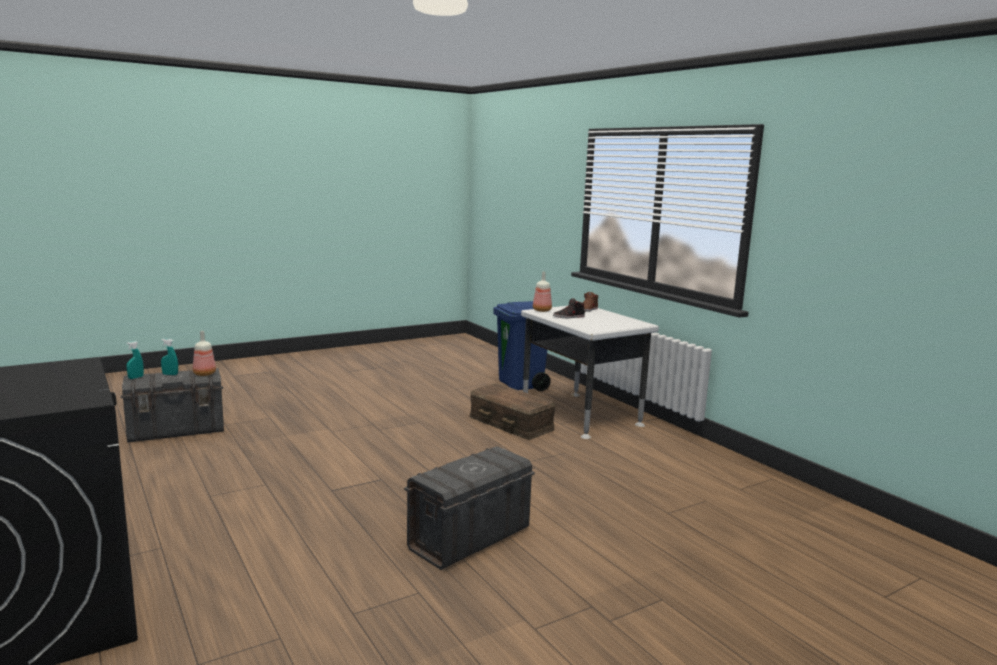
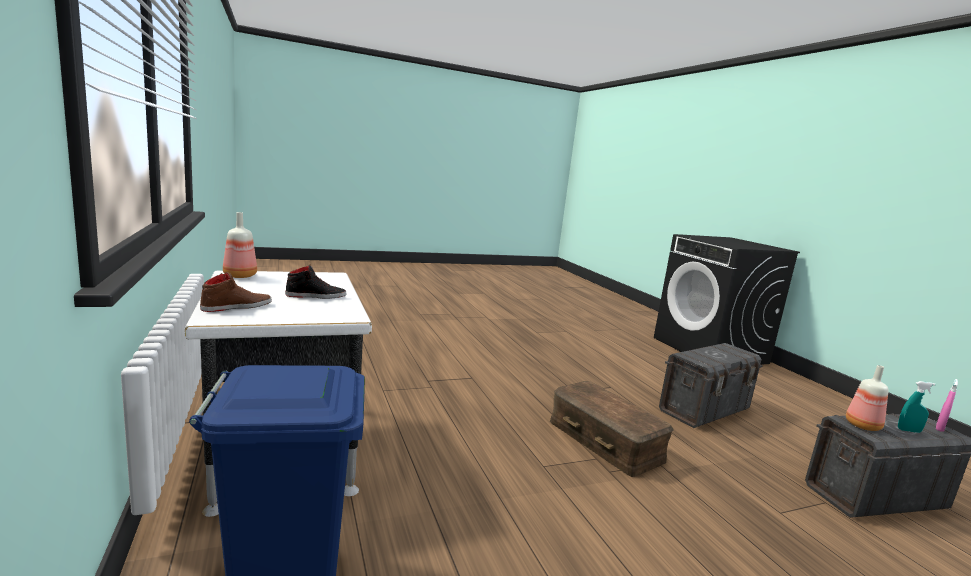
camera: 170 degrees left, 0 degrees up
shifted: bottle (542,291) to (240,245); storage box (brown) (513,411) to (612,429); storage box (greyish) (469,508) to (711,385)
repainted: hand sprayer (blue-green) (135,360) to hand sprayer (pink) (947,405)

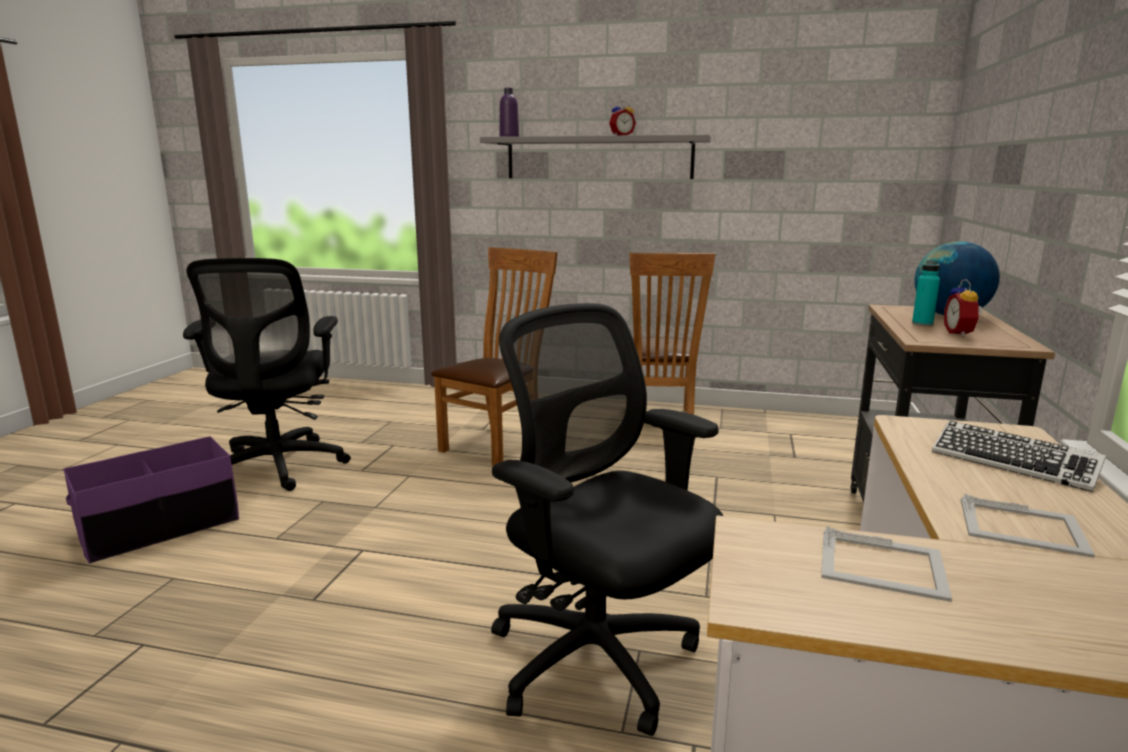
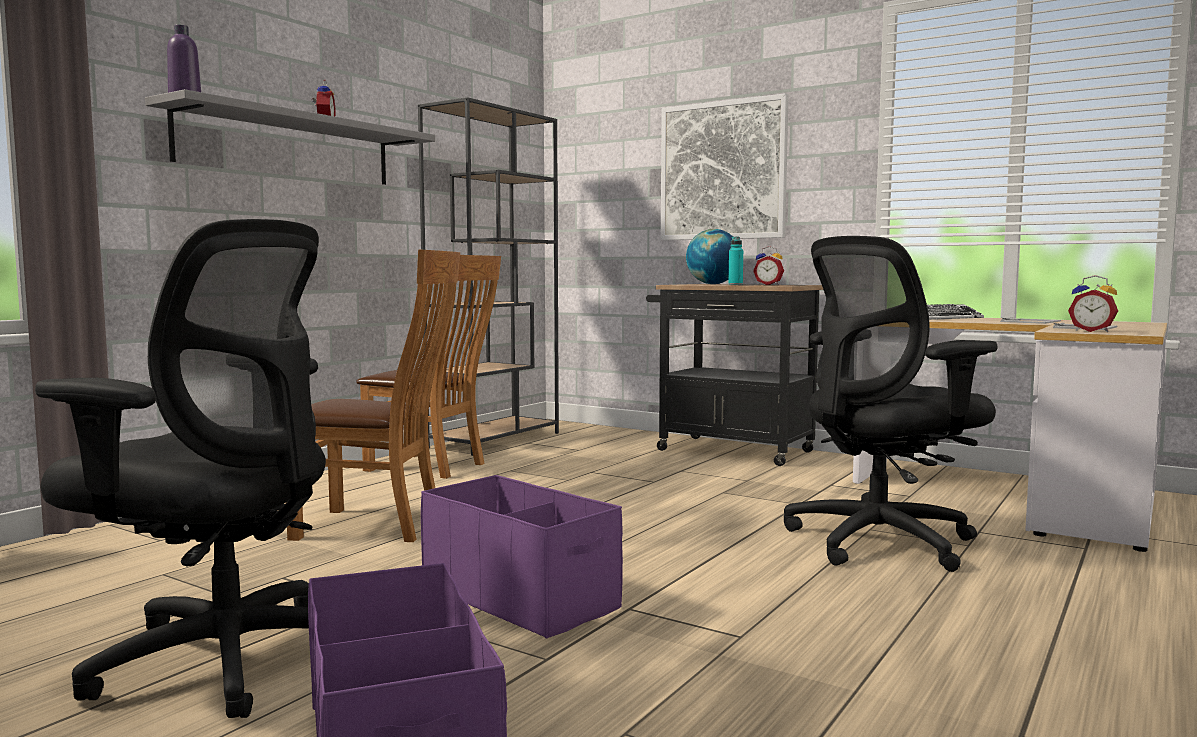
camera: 70 degrees left, 10 degrees down
new: wall picture (725,166); bookshelf (488,276); table clock (1093,303); storage box (purple) (522,557)
rotated: plain chair (brown) (494,356) = (373,395) 135 degrees clockwise

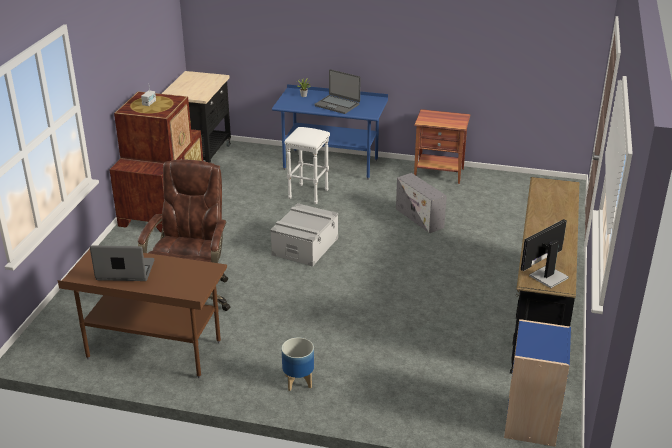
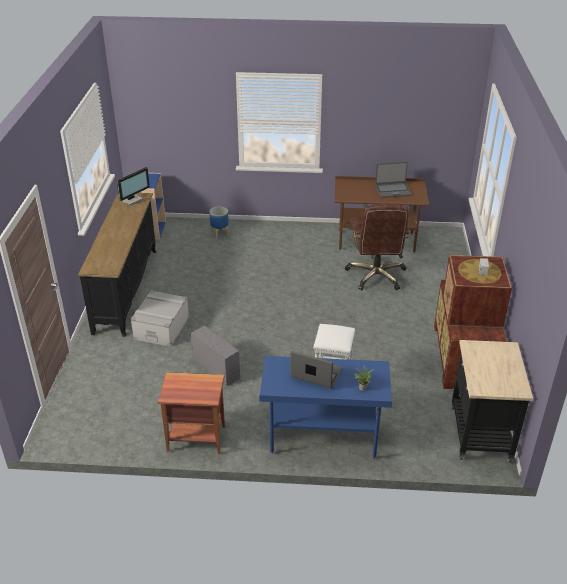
camera: 170 degrees right, 5 degrees up
shifted: storage box (greyish) (304,235) to (160,319); plant pot (298,364) to (219,222)

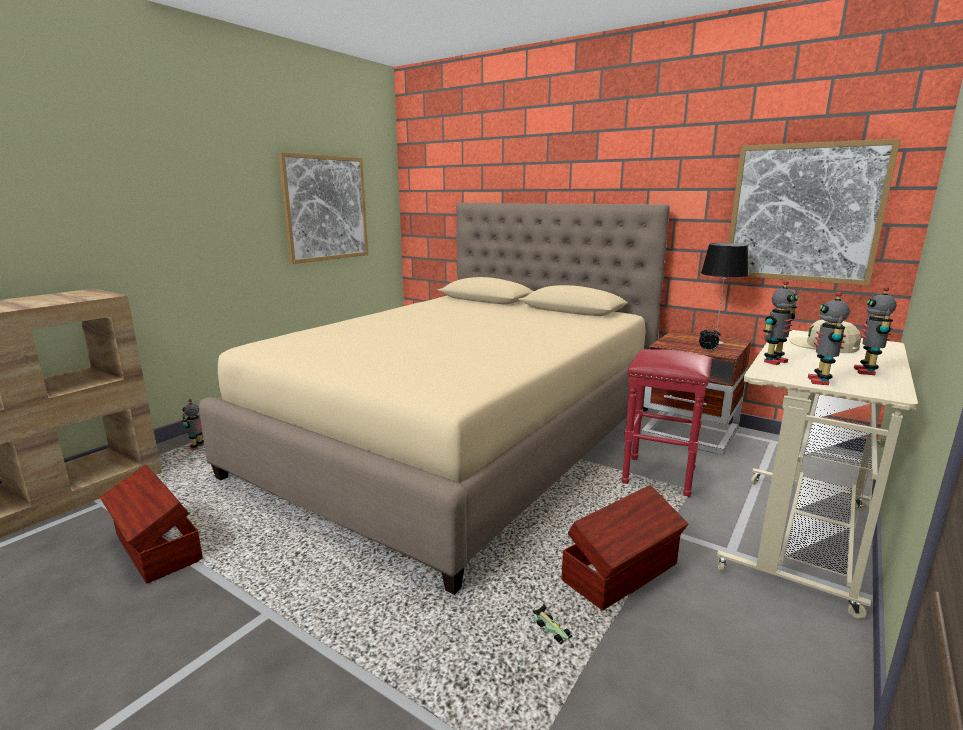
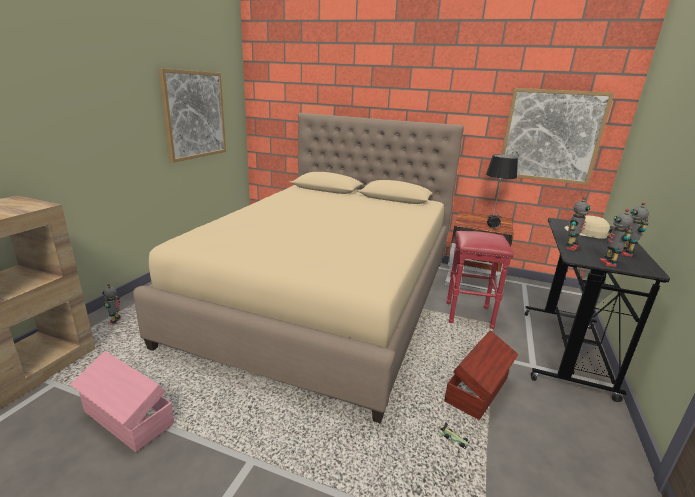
camera: 15 degrees left, 5 degrees up
repainted: desk unit (sand-coloured) (817,474) to desk unit (black-coloured) (597,310); storage box (brown) (151,524) to storage box (pink) (122,401)

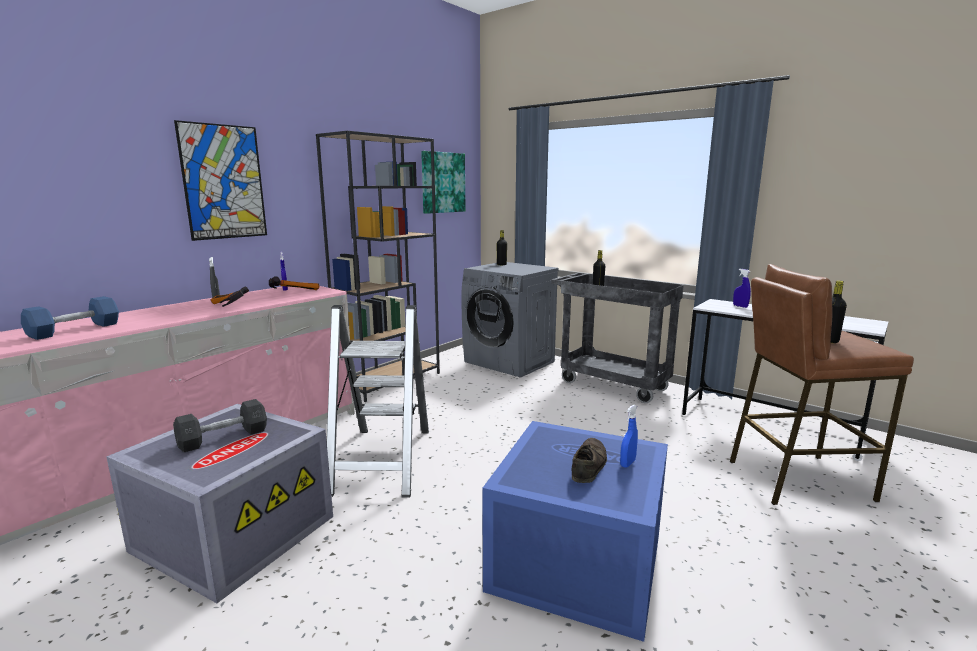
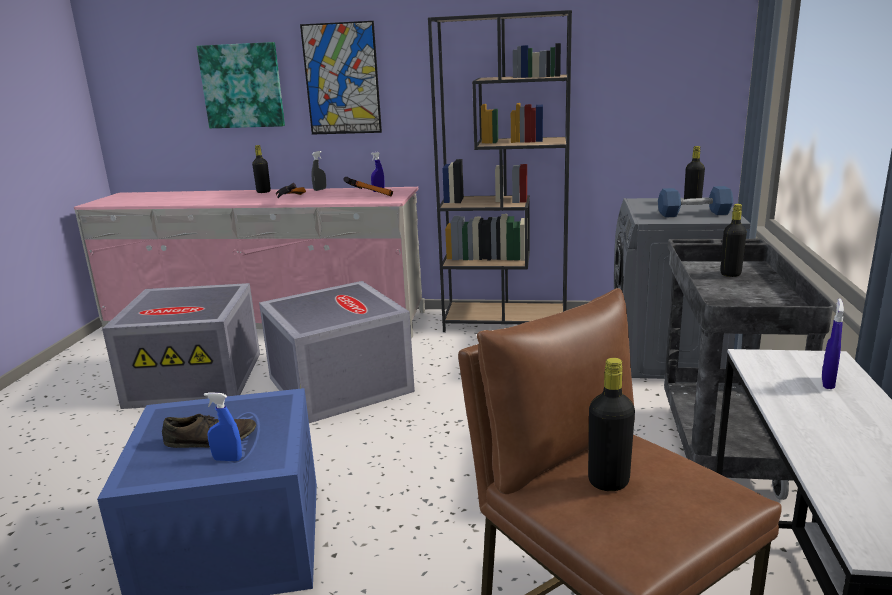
camera: 60 degrees right, 5 degrees up
gone: hand weight (greyish) (220,425)
new: bottle (black-coloured) (261,169)
shifted: wall picture (443,182) to (241,85); hand weight (bluish) (70,318) to (695,201)
swapped: stepladder (greyish) (378,401) to storage box (greyish) (337,352)

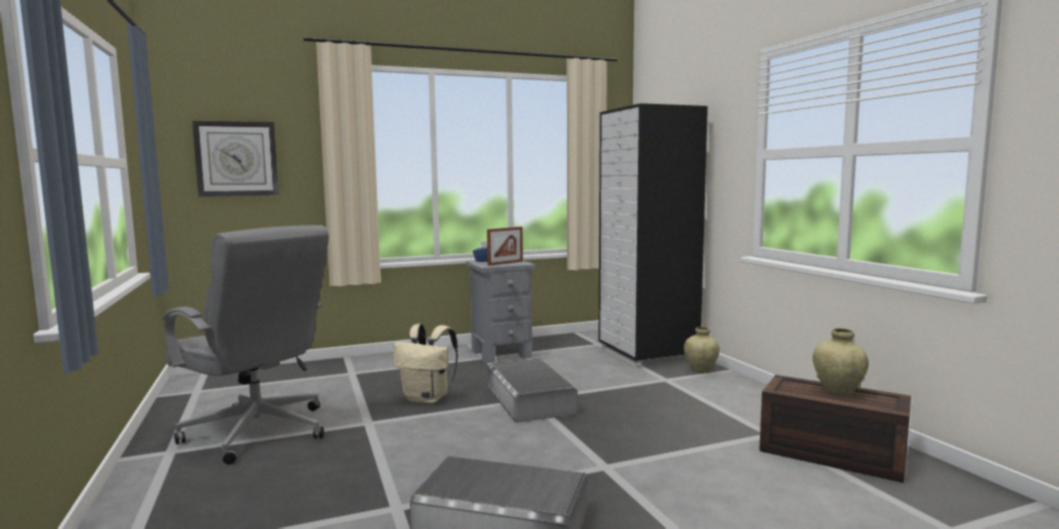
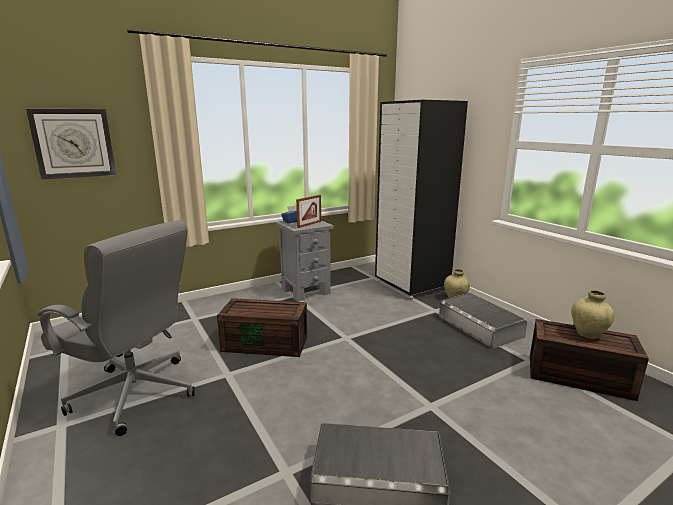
camera: 10 degrees left, 10 degrees up
shifted: storage box (greyish) (533,391) to (483,321)
swapped: backpack (sand-coloured) (425,364) to storage box (brown) (262,327)

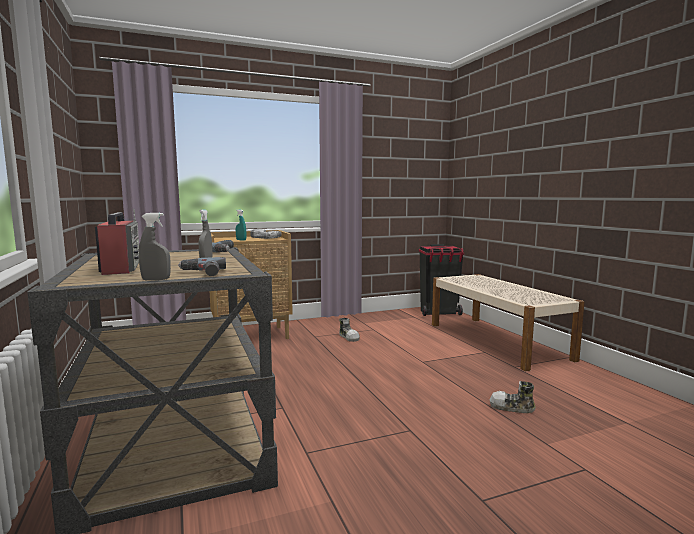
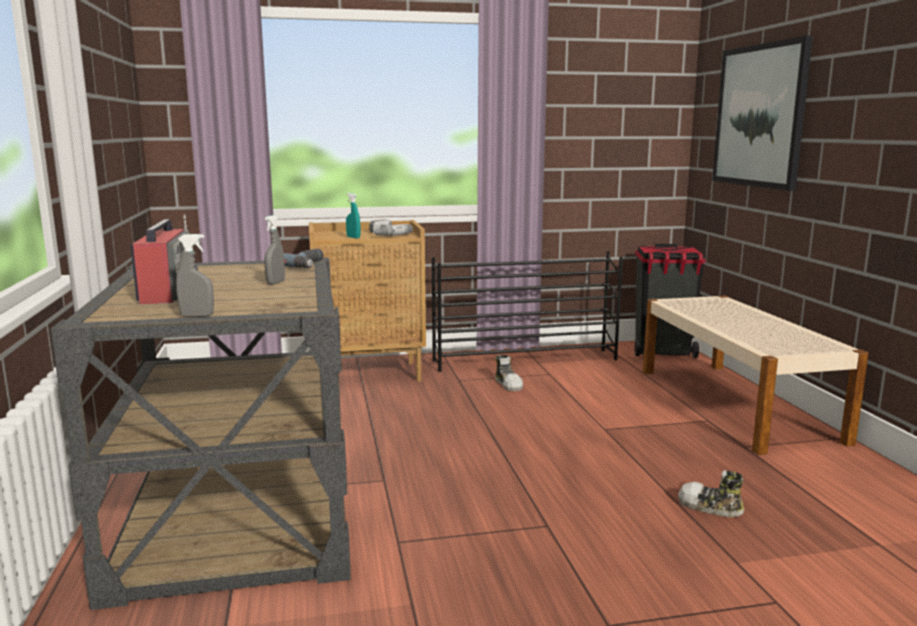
camera: 10 degrees right, 5 degrees up
gone: drill (202,266)
new: wall picture (762,113); shoe stand (black-coloured) (527,311)

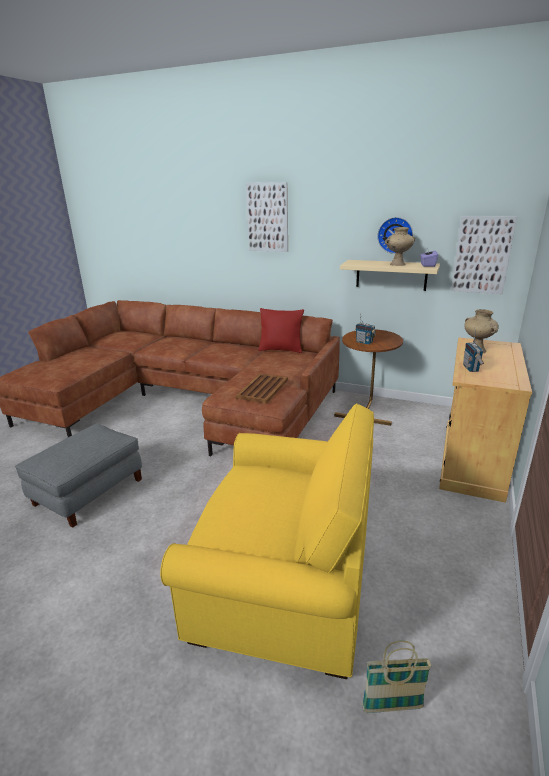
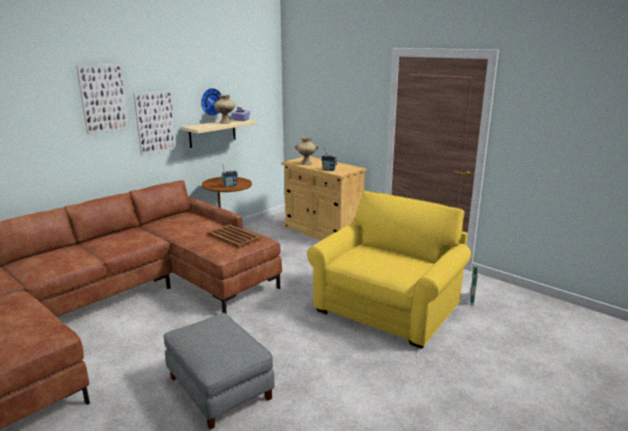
camera: 70 degrees left, 5 degrees down
gone: cushion (red-coloured) (281,330)
shifted: wall picture (484,255) to (155,123)

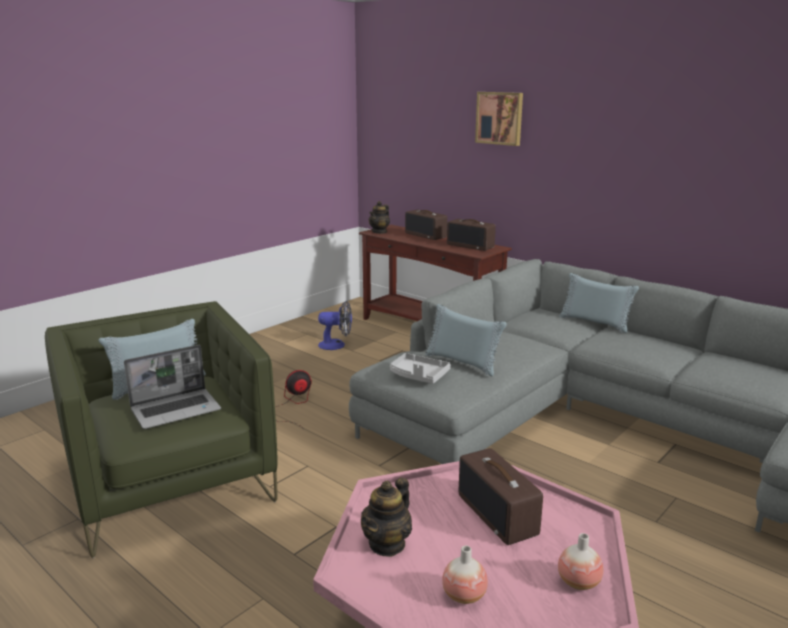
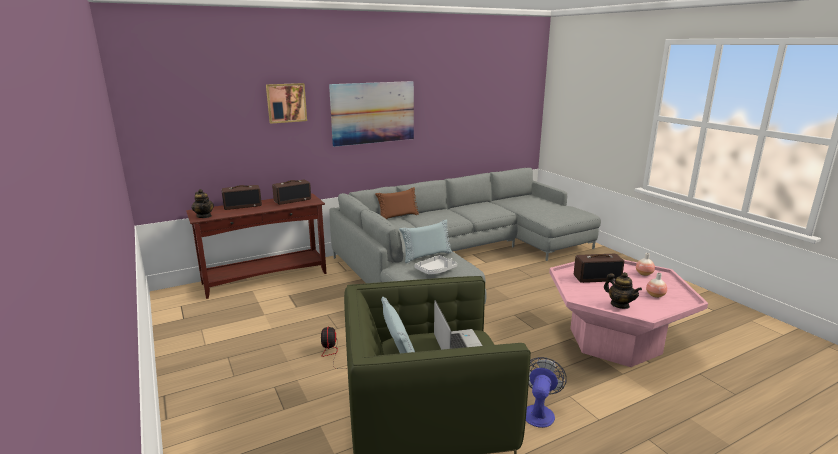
camera: 70 degrees left, 0 degrees up
new: wall picture (371,114)
shifted: cooling fan (335,325) to (546,392)
repainted: cushion (bluish) (599,303) to cushion (brown) (397,203)

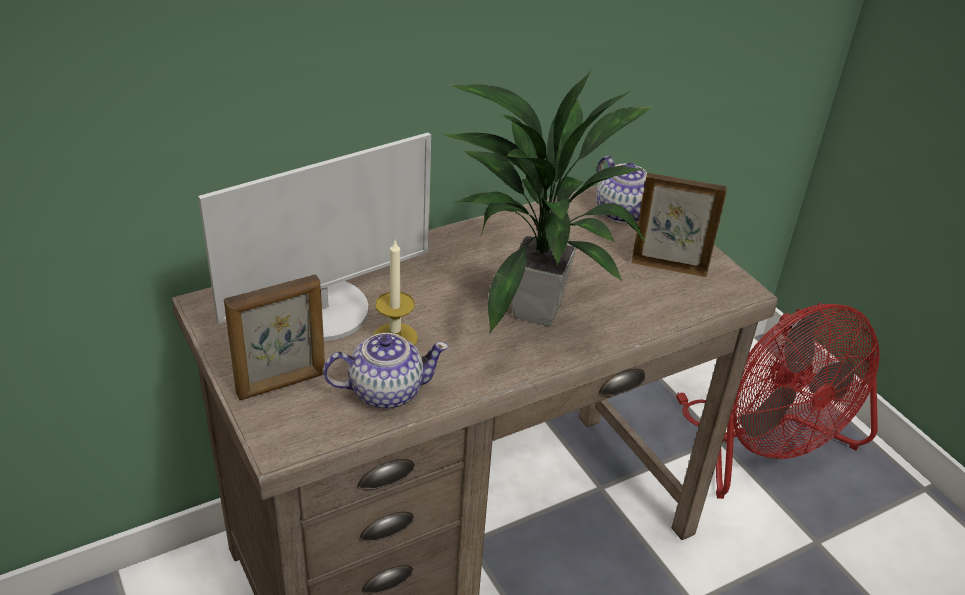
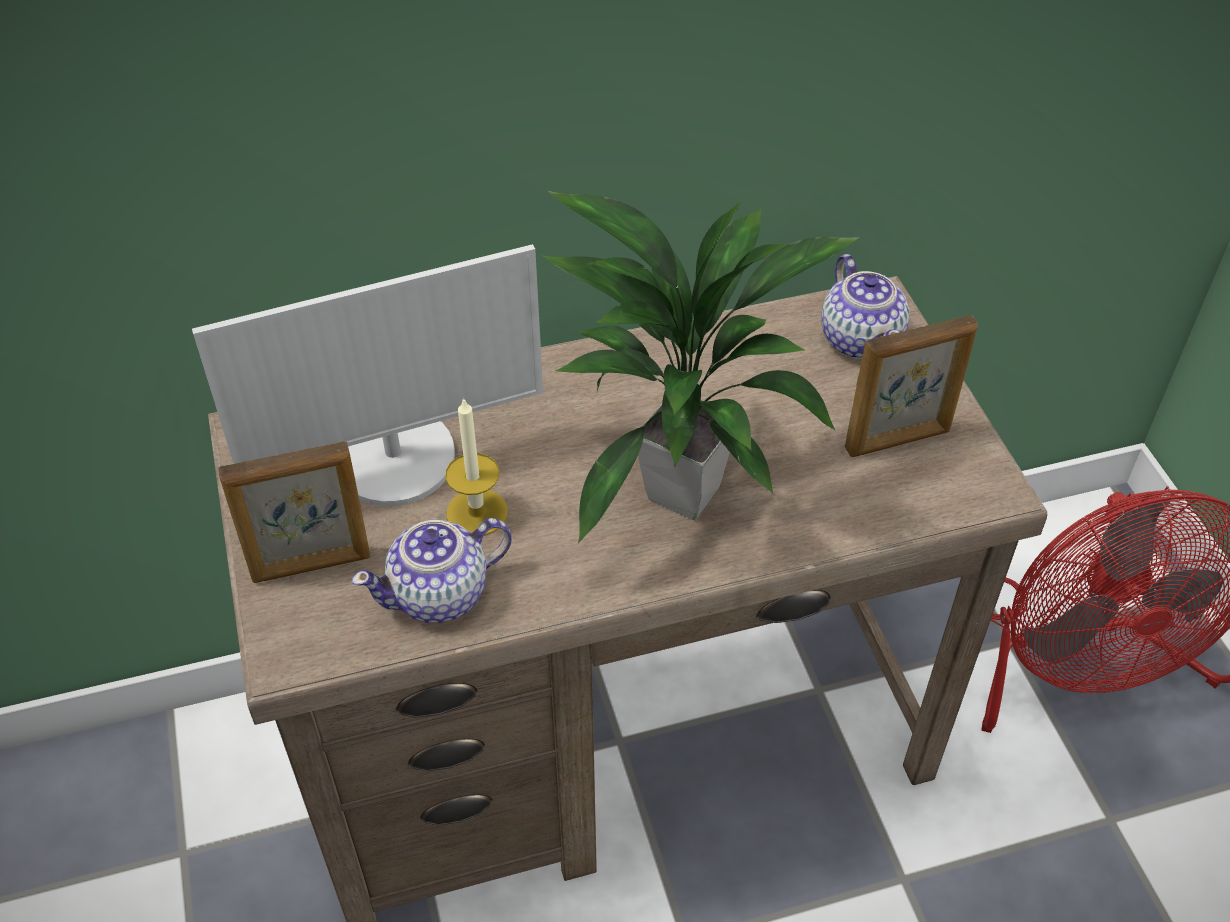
camera: 15 degrees right, 10 degrees up
rotated: picture frame (679,225) = (911,386) 135 degrees clockwise; teapot (386,371) = (431,570) 150 degrees clockwise

